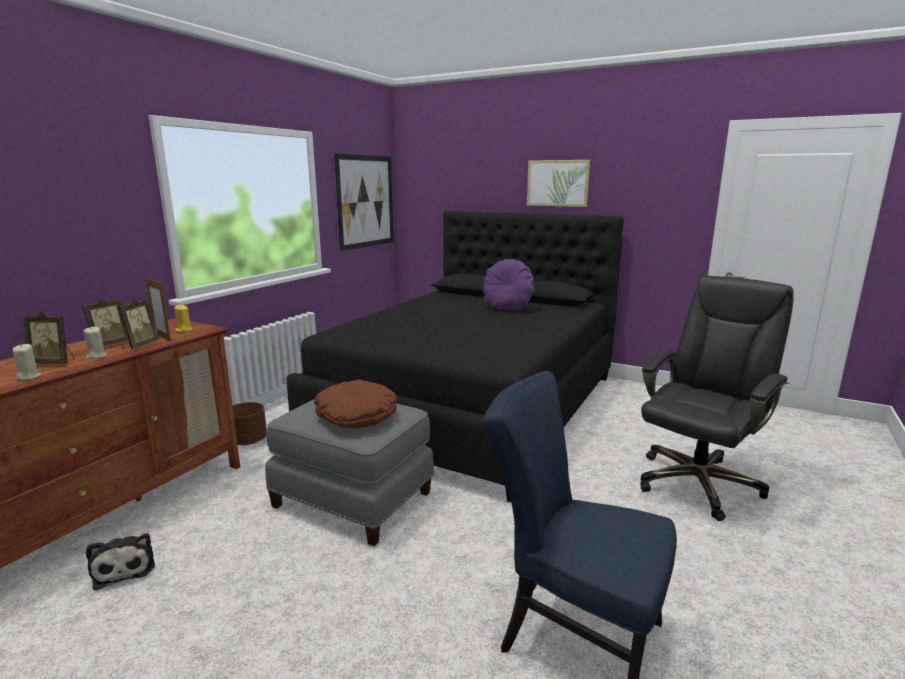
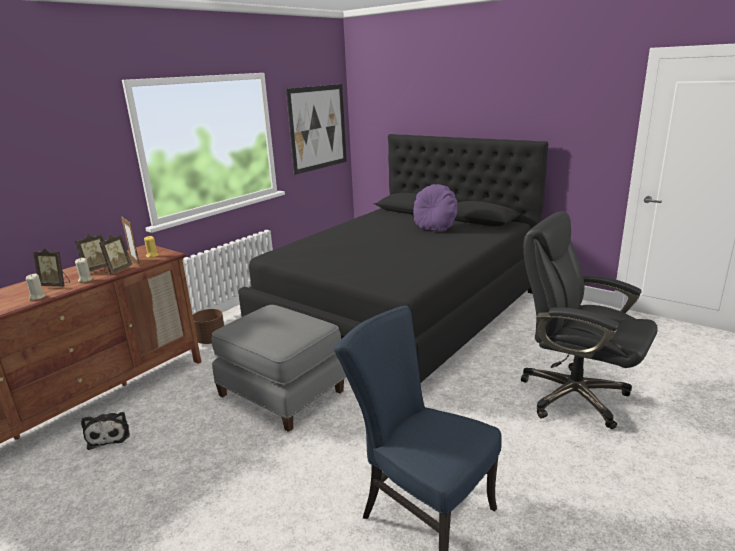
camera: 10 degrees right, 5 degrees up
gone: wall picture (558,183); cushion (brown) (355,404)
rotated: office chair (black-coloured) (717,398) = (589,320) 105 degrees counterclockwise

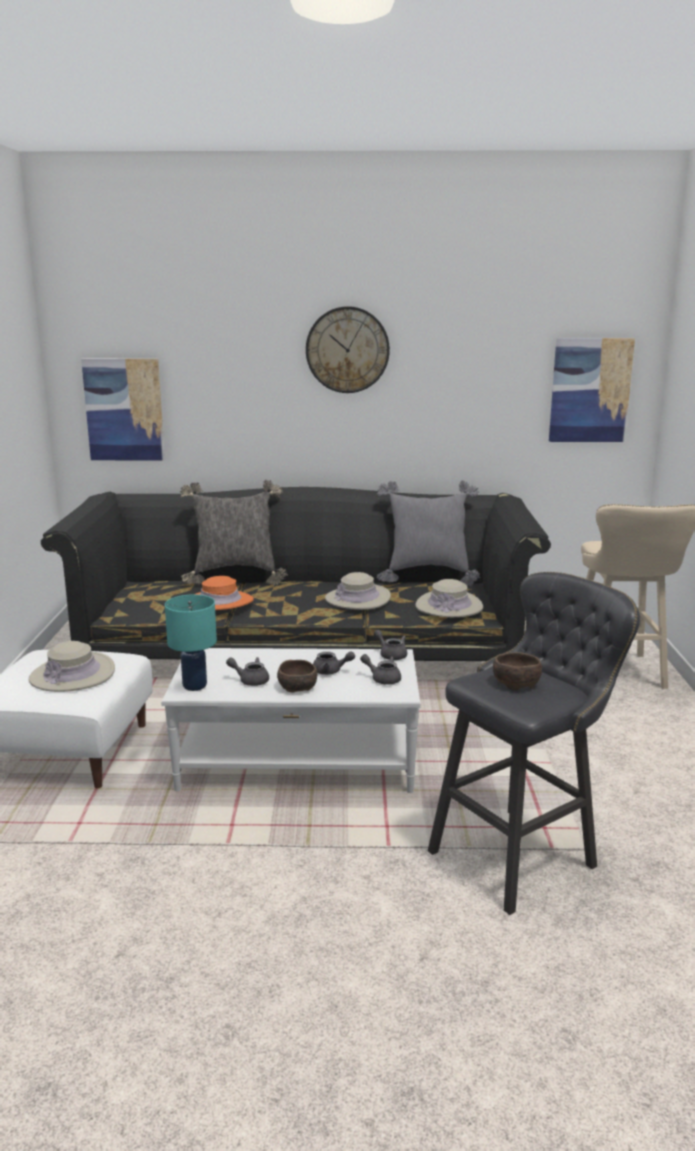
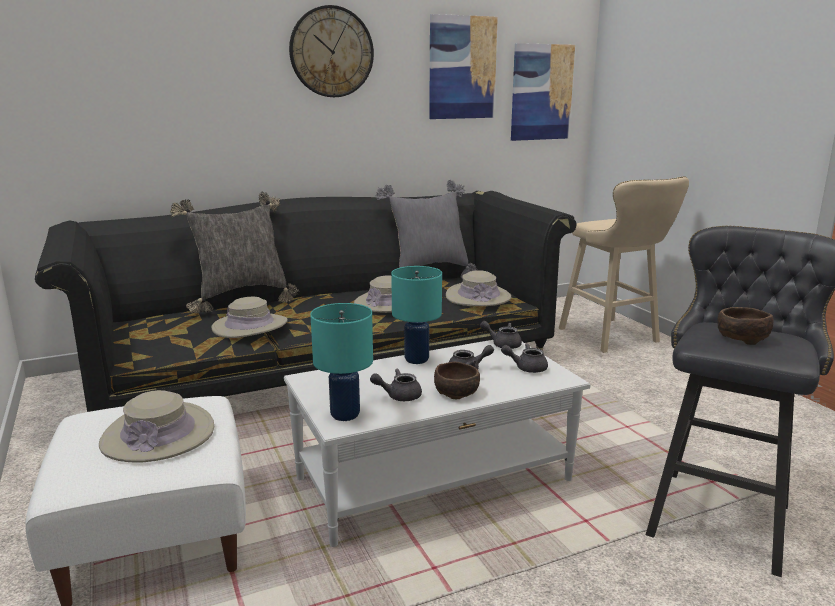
camera: 25 degrees left, 0 degrees up
new: tabletop lamp (blue-green) (416,315)
shifted: wall picture (123,410) to (463,66)
repainted: clothing hat (orange-coloured) (225,593) to clothing hat (sand-coloured) (249,317)

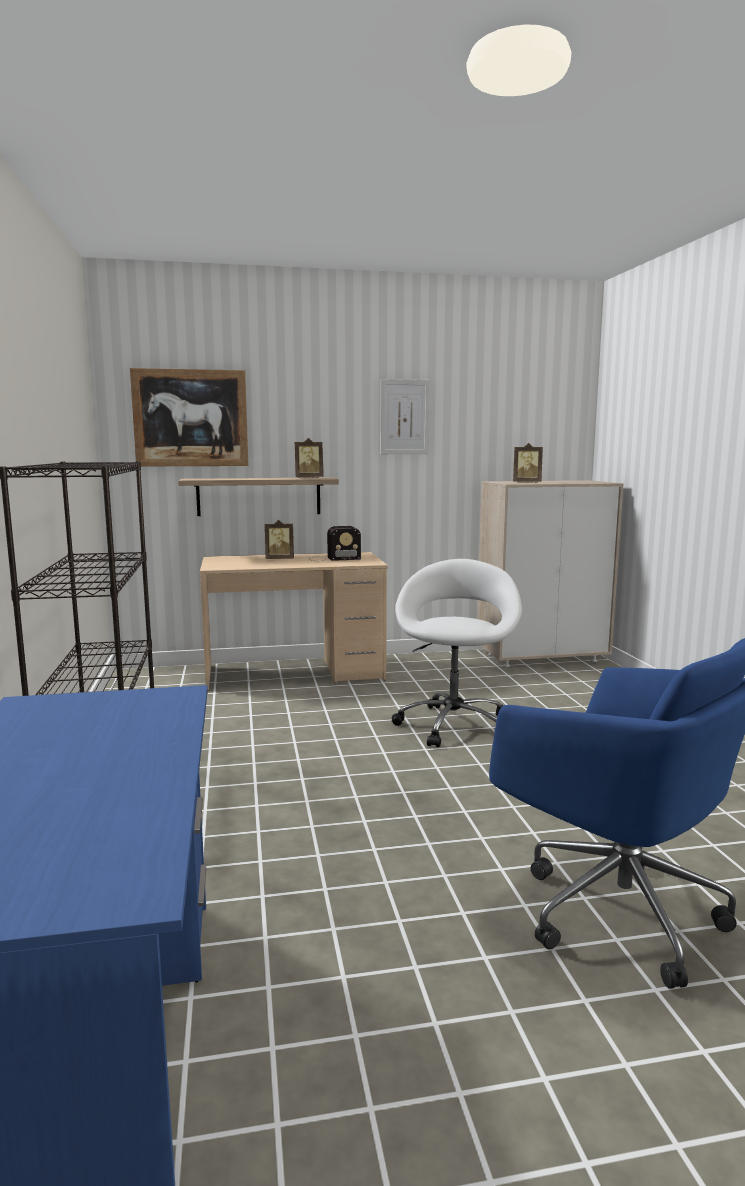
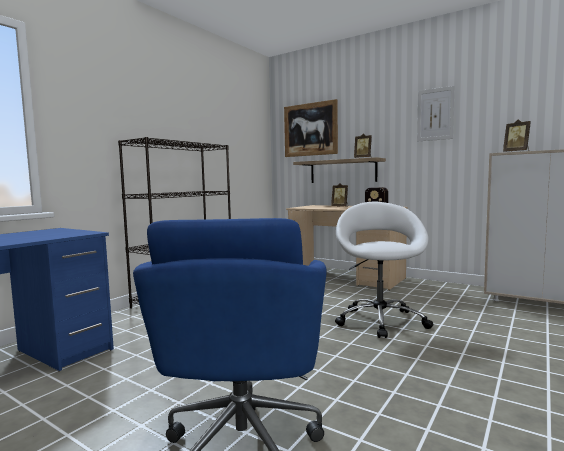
camera: 45 degrees right, 5 degrees down
rotated: office chair (white) (457,653) = (384,270) 60 degrees counterclockwise

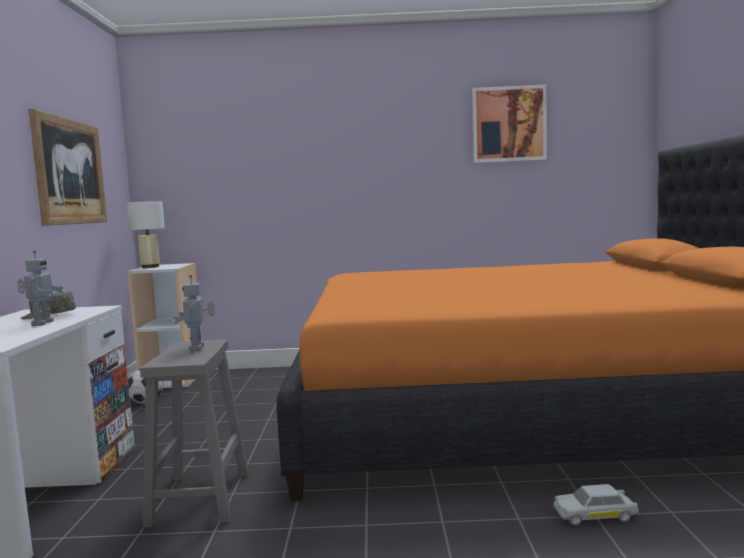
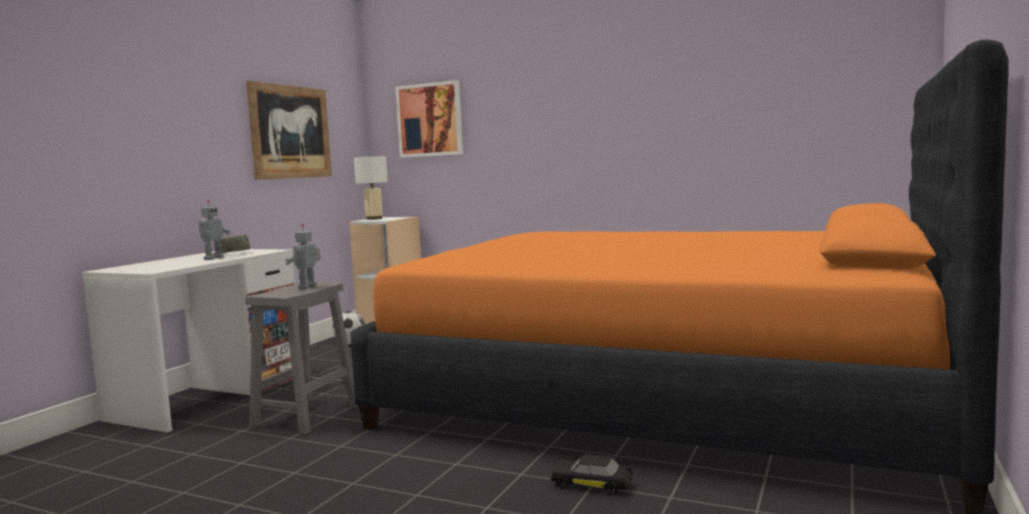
camera: 25 degrees right, 0 degrees up
shifted: wall picture (509,124) to (429,119)
repainted: toy car (white) (596,505) to toy car (black-coloured) (591,474)

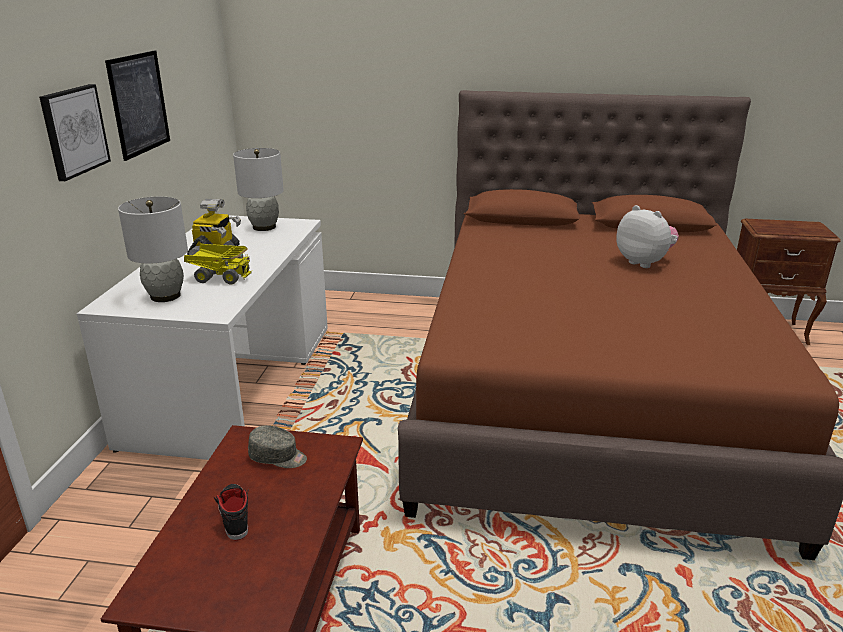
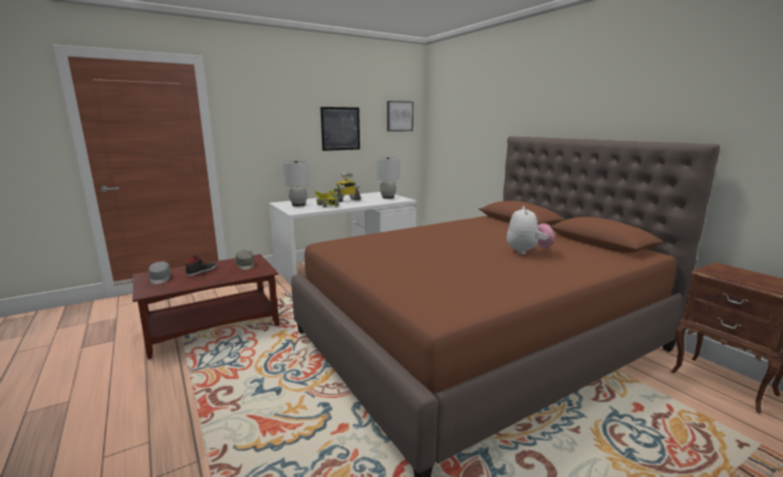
camera: 50 degrees right, 10 degrees down
new: cap (greyish) (160,273)
shifted: wall picture (75,132) to (400,116)

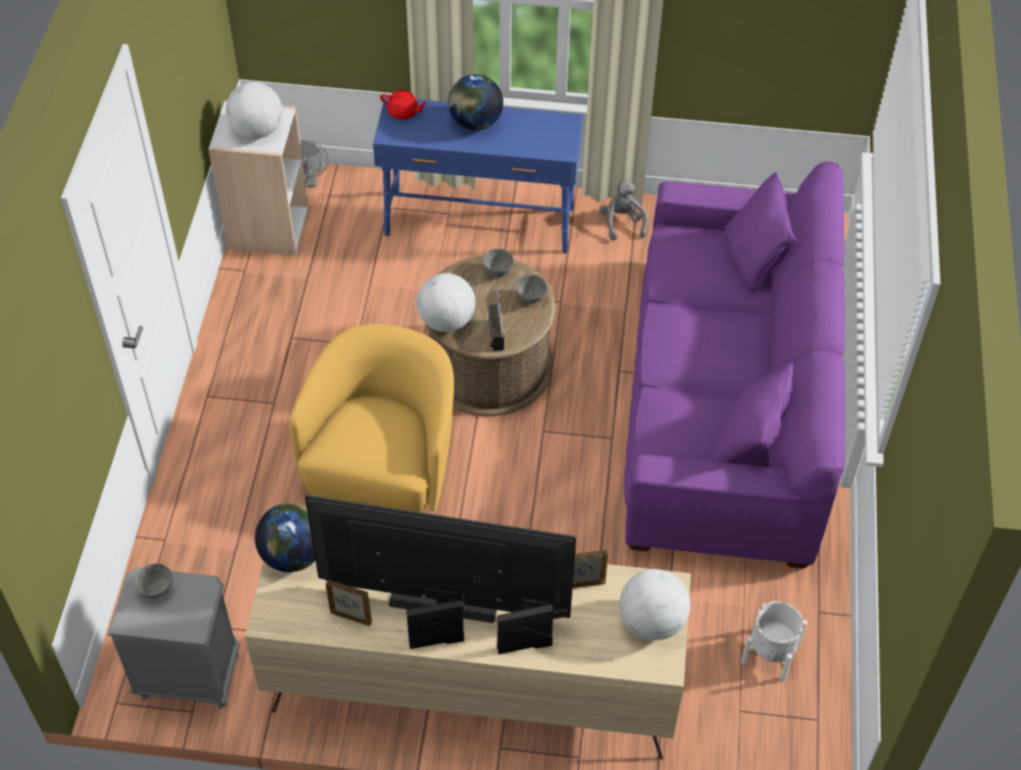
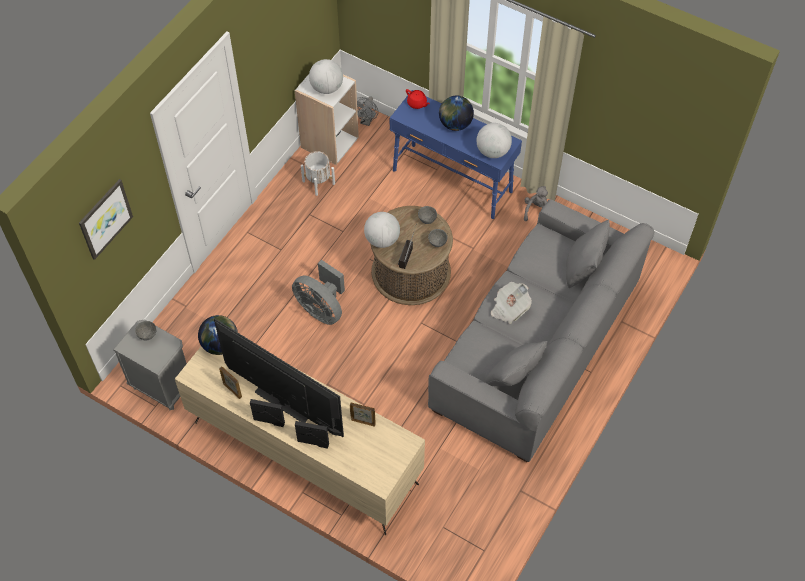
camera: 25 degrees right, 5 degrees up
new: wall picture (106,219); daily paper (511,303)
shifted: globe (655,604) to (494,140); plant pot (white) (774,641) to (318,173)
swapped: lounge chair (yellow) (372,418) to cooling fan (greyish) (318,292)
repainted: couch (purple) (734,365) to couch (greyish) (541,330)

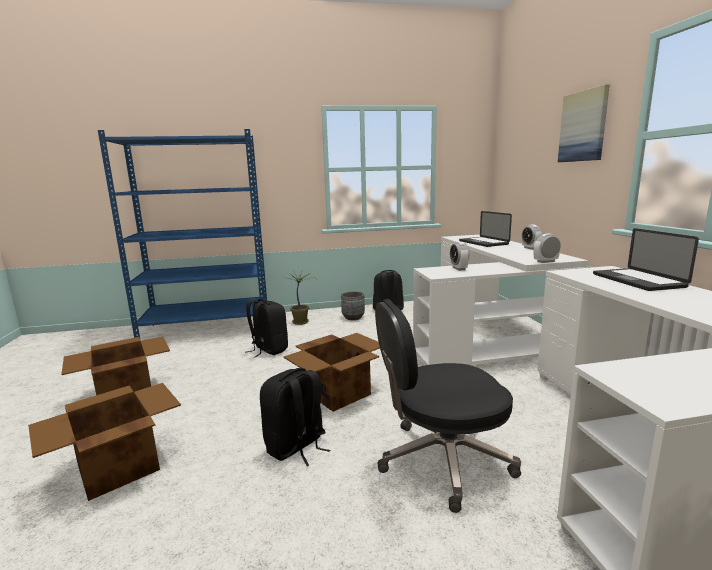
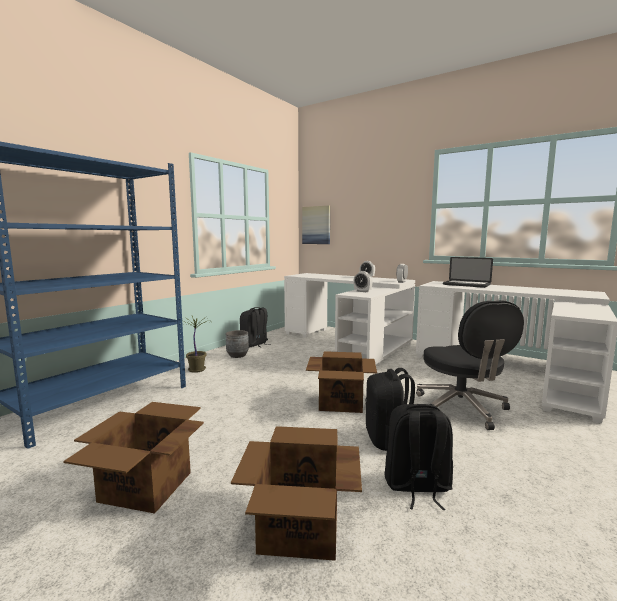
camera: 45 degrees left, 5 degrees down
gone: notebook computer (485,229)
shifted: wall picture (584,123) to (316,225); backpack (black-coloured) (266,328) to (418,457)
rotated: office chair (black-coloured) (448,406) = (470,365) 45 degrees counterclockwise

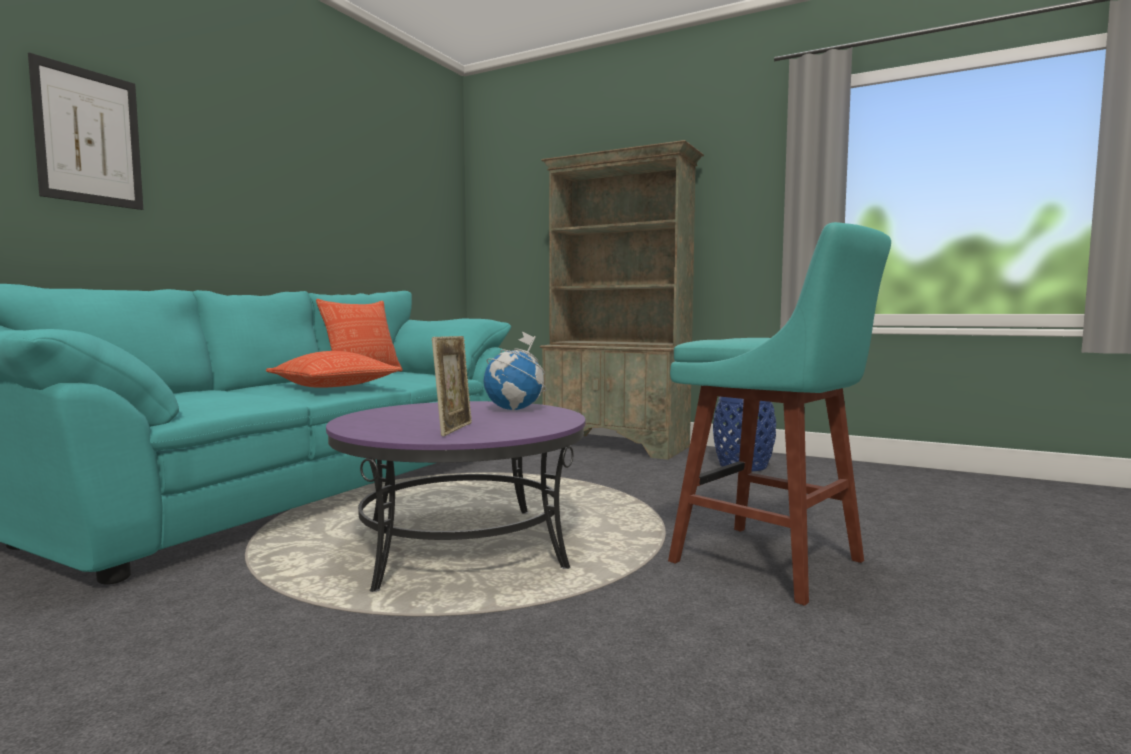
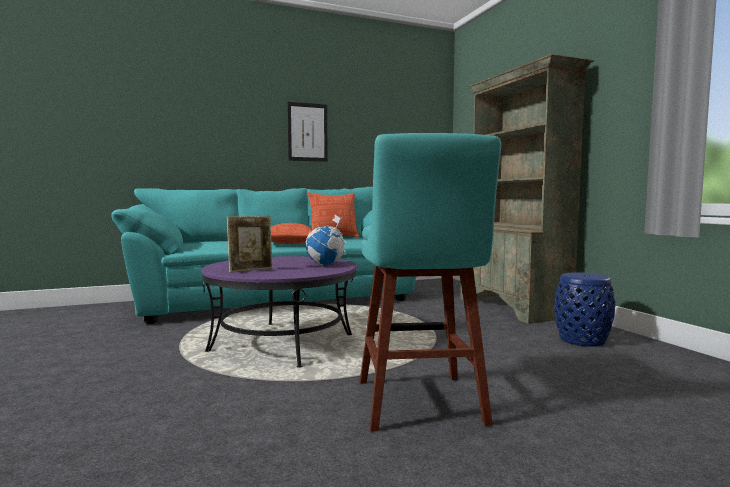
camera: 40 degrees right, 0 degrees up
shifted: wall picture (85,131) to (307,132)

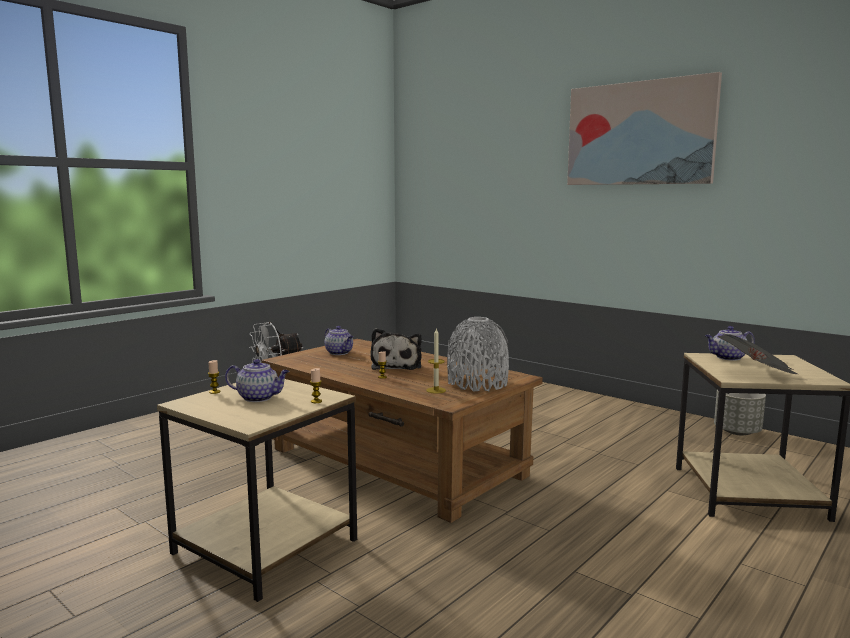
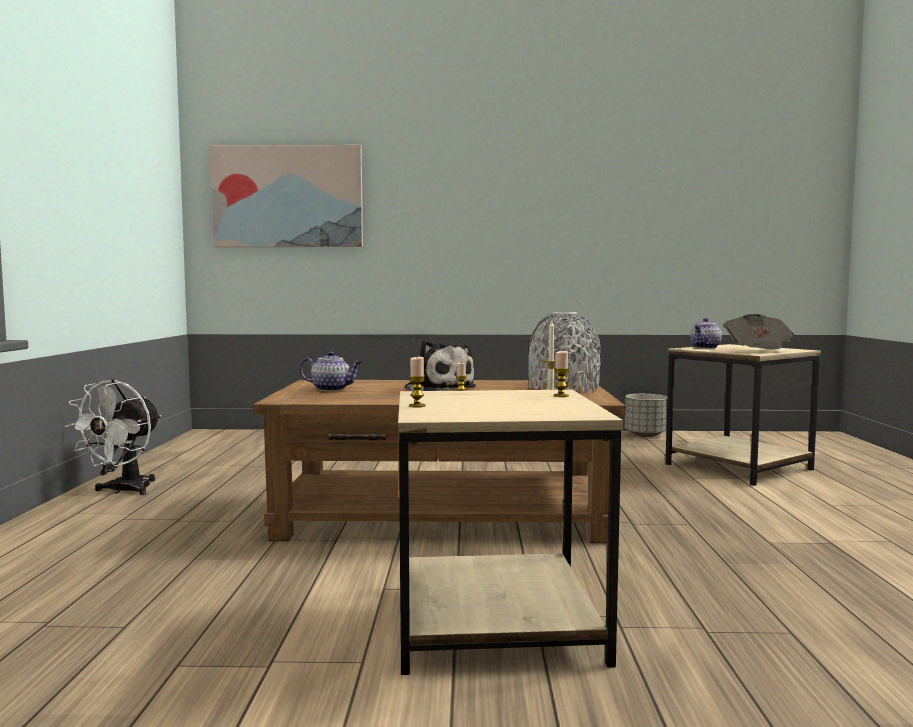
camera: 40 degrees left, 5 degrees down
gone: teapot (257,380)
shifted: wall picture (644,128) to (286,196)

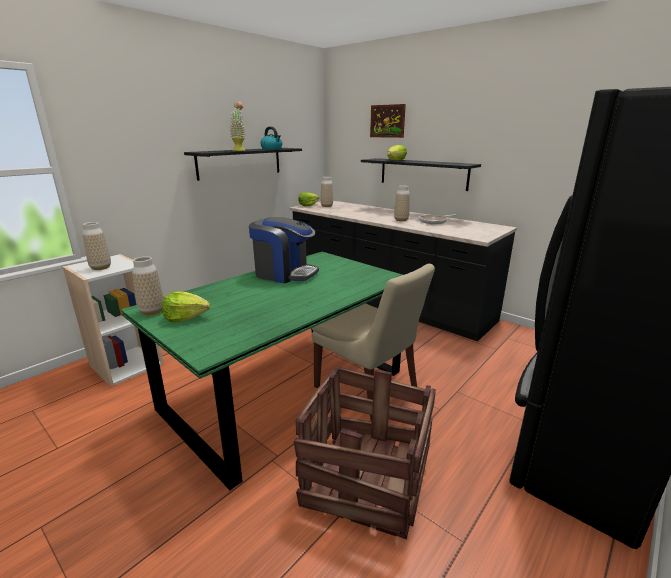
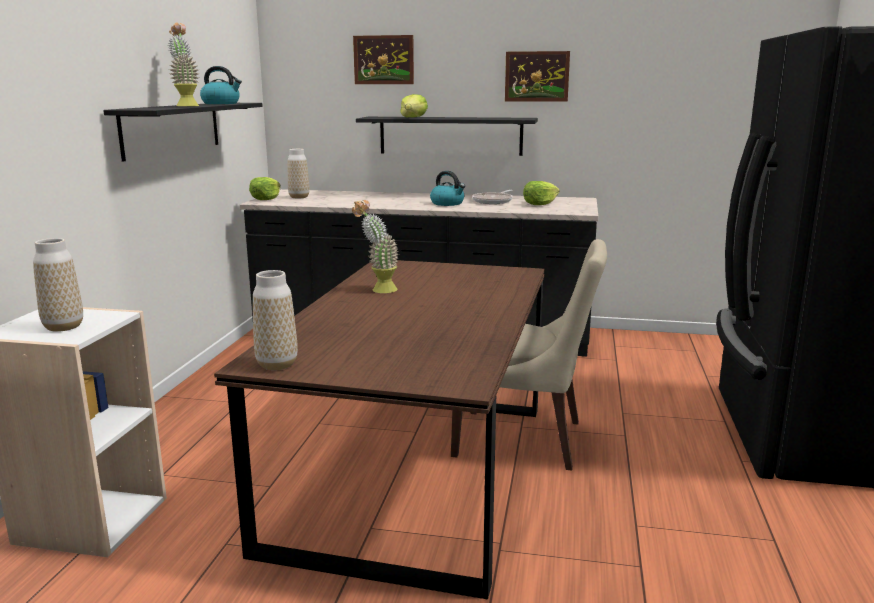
camera: 30 degrees left, 5 degrees down
gone: shipping crate (365,453)
new: wall picture (537,76)
shifted: lettuce head (186,306) to (541,193)
swapped: flower vase (402,203) to water kettle (447,188); coffee maker (284,250) to houseplant (375,246)
repainted: kitchen table (green) (262,371) to kitchen table (brown) (379,429)

